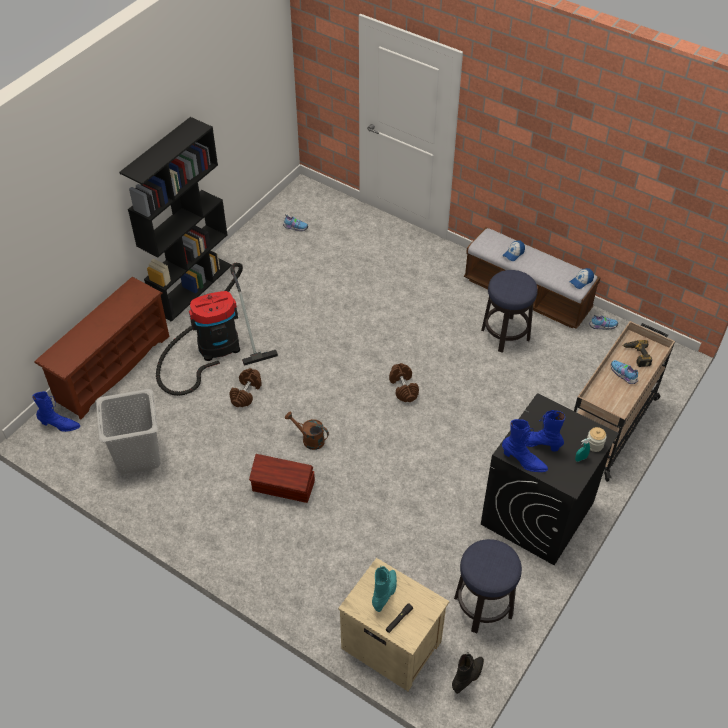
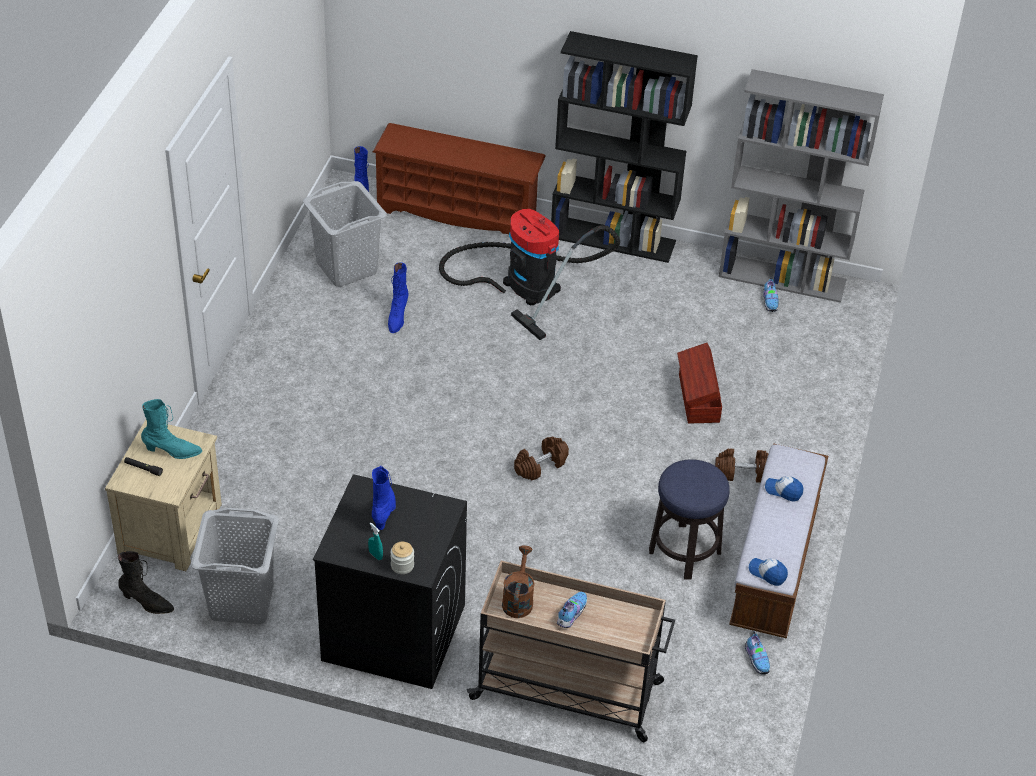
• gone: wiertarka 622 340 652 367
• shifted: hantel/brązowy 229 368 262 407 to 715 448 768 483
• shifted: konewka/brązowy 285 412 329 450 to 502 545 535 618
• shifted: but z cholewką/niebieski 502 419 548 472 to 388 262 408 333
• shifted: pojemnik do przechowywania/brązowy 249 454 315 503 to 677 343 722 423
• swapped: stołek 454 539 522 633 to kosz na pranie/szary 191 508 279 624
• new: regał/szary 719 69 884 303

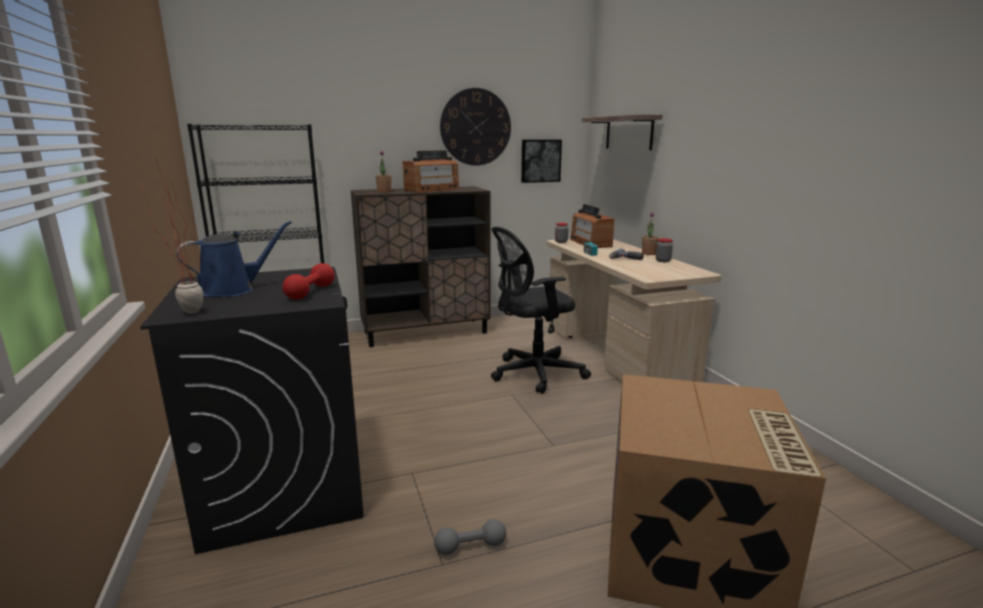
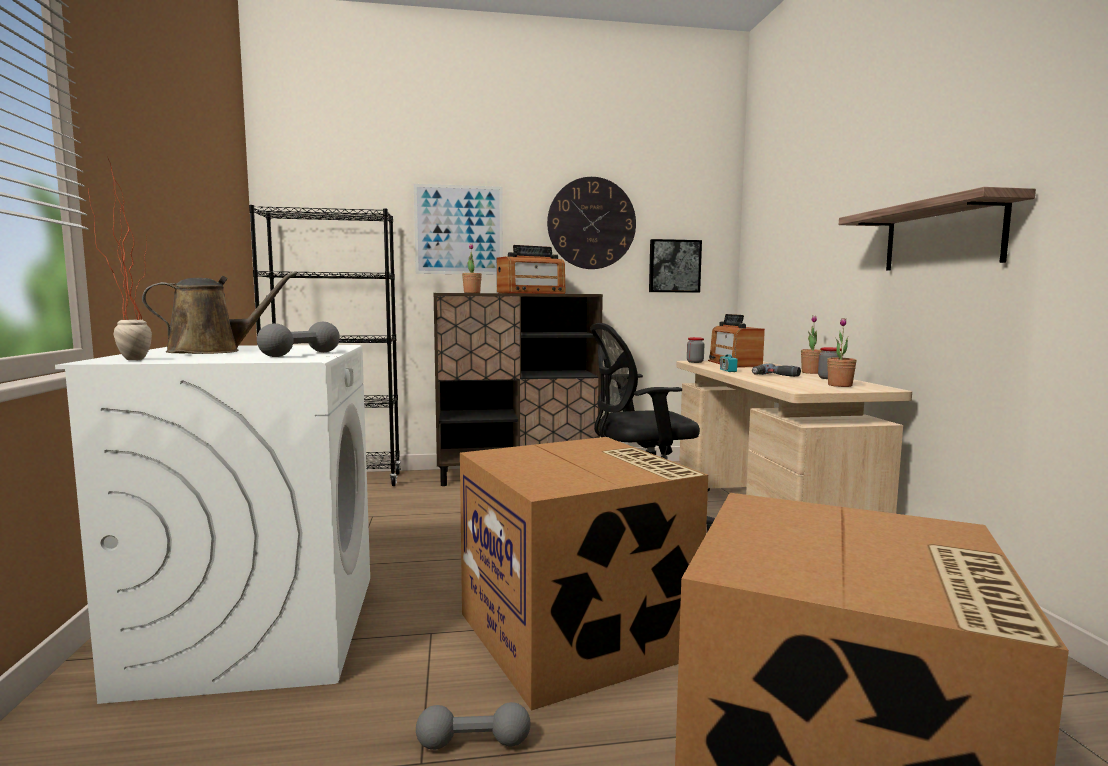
• shifted: półka 582 114 662 150 to 839 187 1036 271
• repainted: konewka/niebieski 176 221 292 297 to konewka/brązowy 142 271 298 354
• repainted: hantel/czerwony 282 263 335 300 to hantel/szary 257 322 340 357
• repainted: pralka/czarny 140 267 364 554 to pralka/biały 55 345 370 704
• new: obraz 414 184 503 275
• new: roślina doniczkowa 827 318 857 387
• new: karton 460 437 708 711

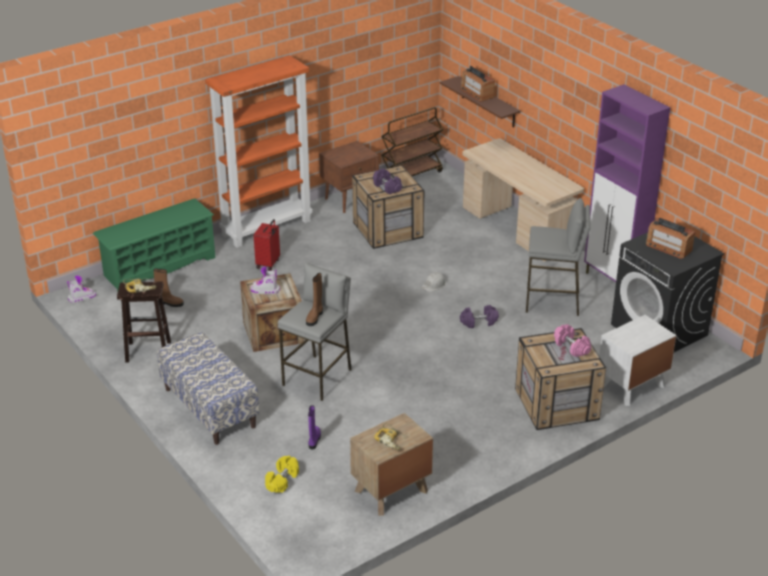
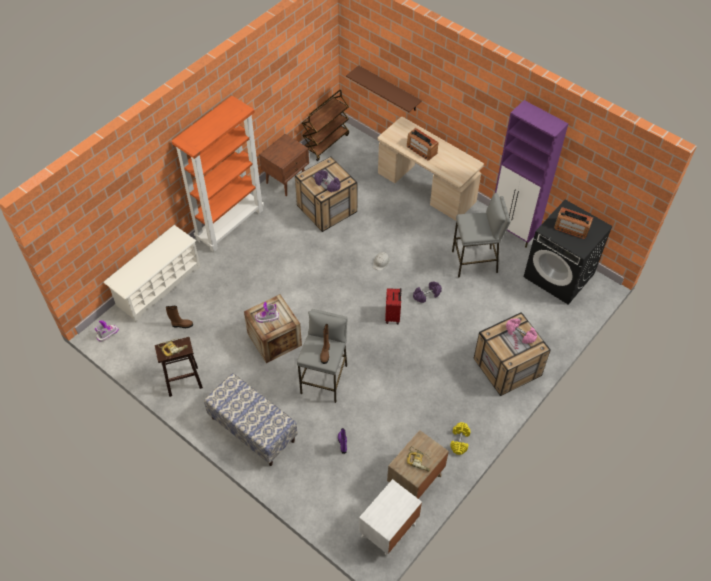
• shifted: radio 461 66 495 102 to 407 128 439 160
• repainted: regał na buty/zielony 93 198 215 292 to regał na buty/biały 104 225 200 322
• shifted: walizka/czerwony 254 219 280 271 to 385 288 401 324
• shifted: szafka nocna/biały 599 315 676 406 to 359 479 422 558
• shifted: hantel/żółty 265 456 299 493 to 450 422 471 455

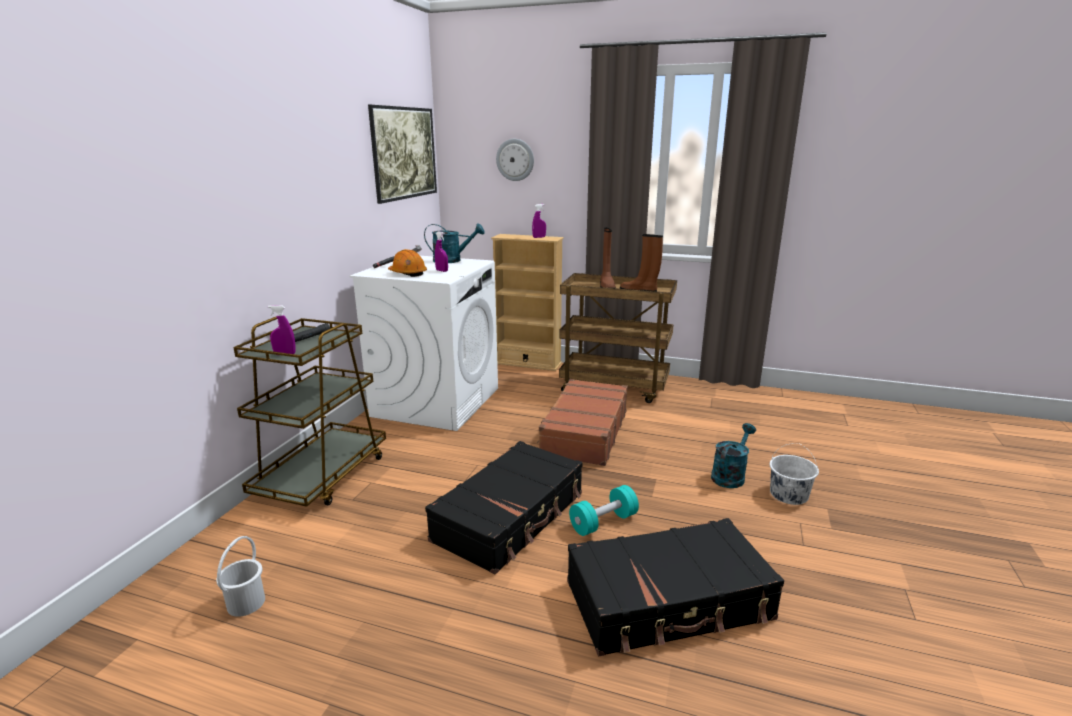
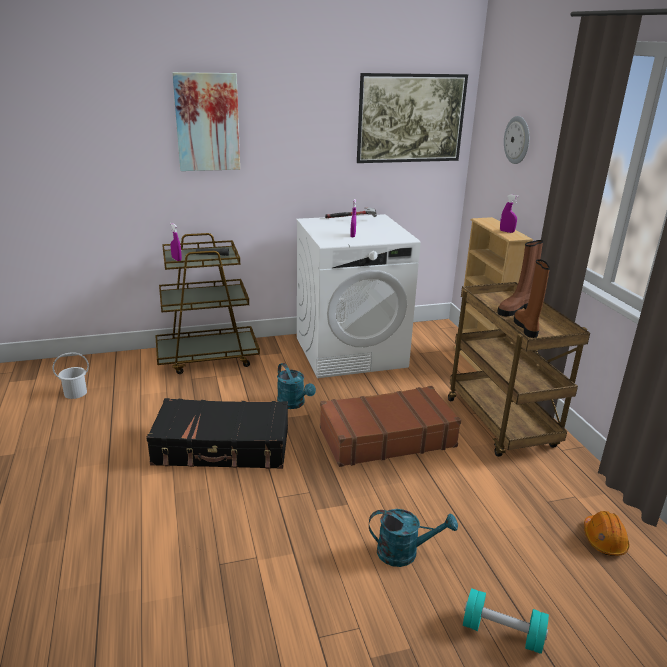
• shifted: konewka/turkusowy 424 224 485 263 to 277 363 316 409
• shifted: kask/pomarańczowy 388 249 427 277 to 584 511 629 556
• gone: wiadro/biały 769 443 819 505
• shifted: hantel/turkusowy 569 485 639 536 to 463 588 549 654
• gone: walizka/czarny 567 518 784 656
• new: obraz 172 72 240 171

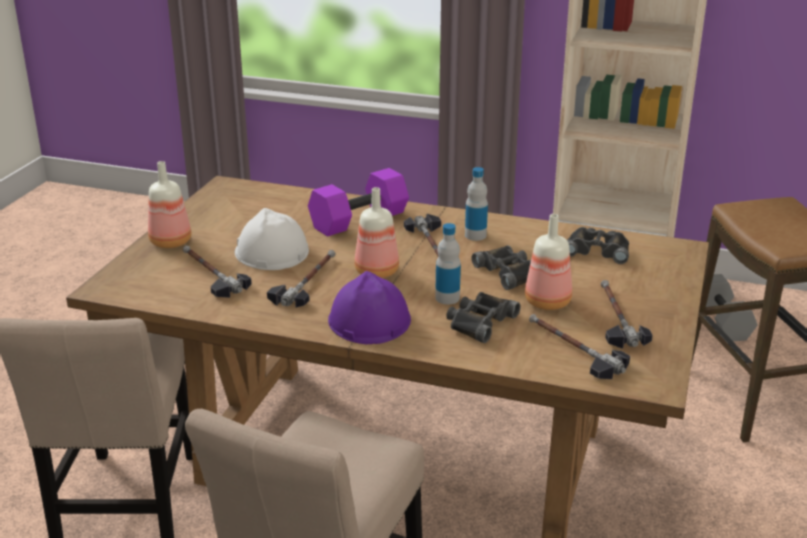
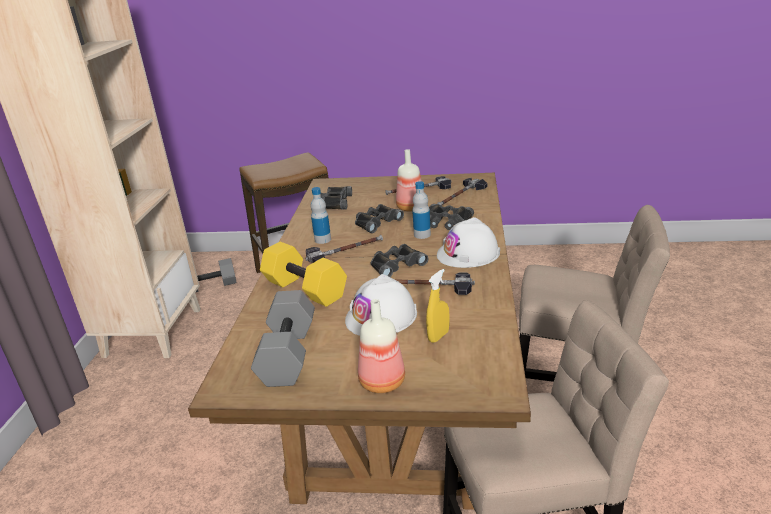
• repainted: hantel/fioletowy 308 168 409 237 to hantel/żółty 260 242 347 307
• swapped: butelka 354 187 399 278 to lornetka/czarny 370 244 429 277
• swapped: młotek 183 245 252 298 to spryskiwacz/żółty 426 269 450 343
• repainted: kask/fioletowy 328 271 411 344 to kask/biały 437 217 500 268
• new: hantel/szary 251 290 315 387

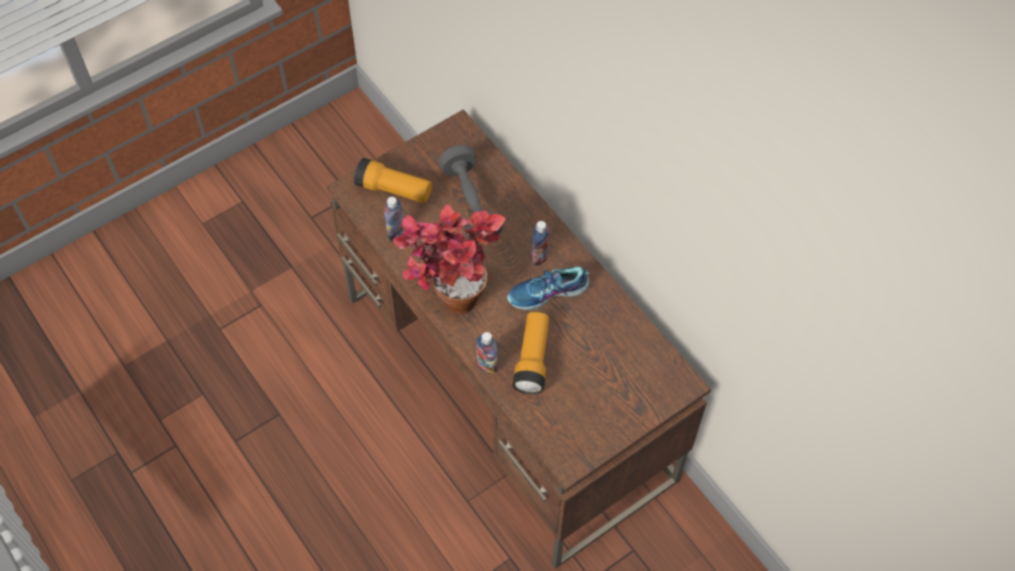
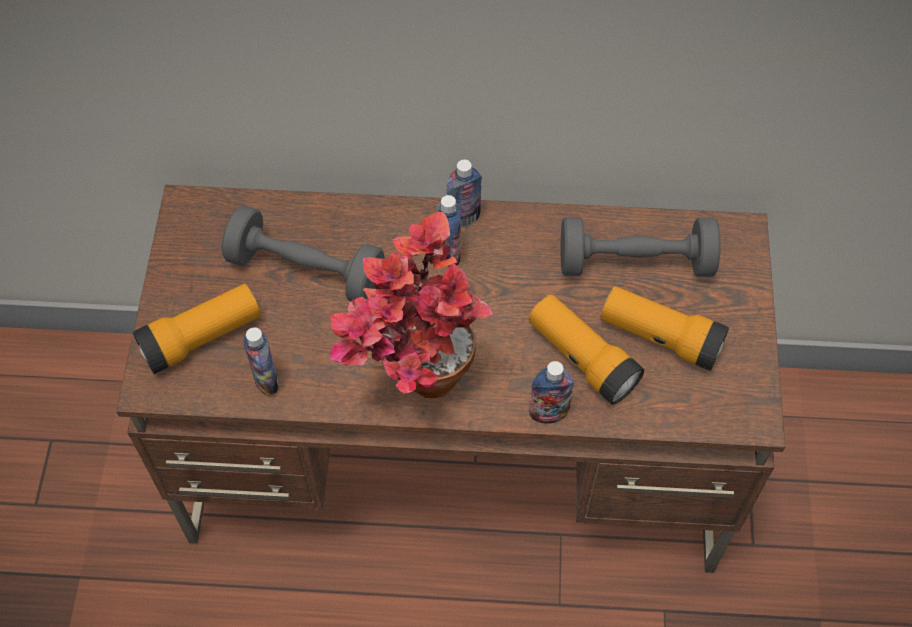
• gone: but 507 266 590 310
• new: butelka 446 160 482 228
• new: hantel/szary 561 217 721 277
• new: latarka 601 286 729 371

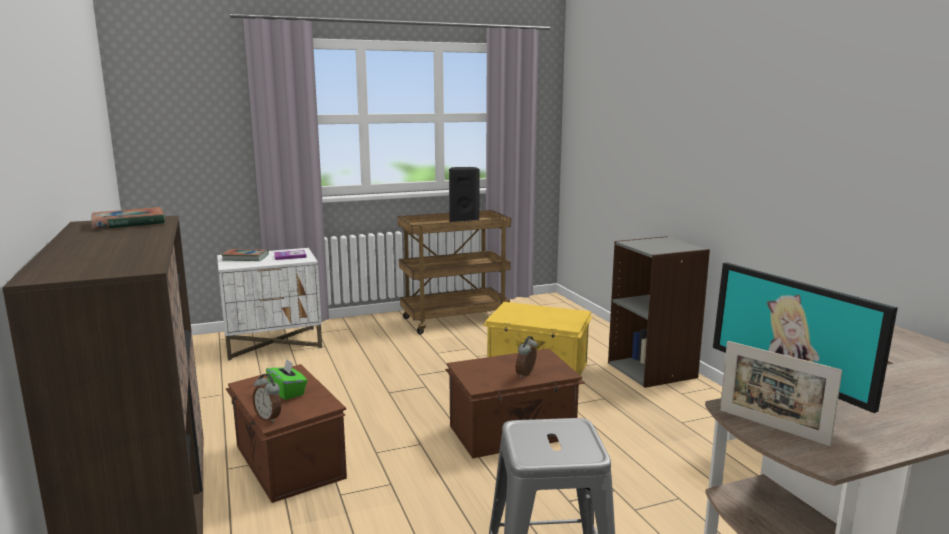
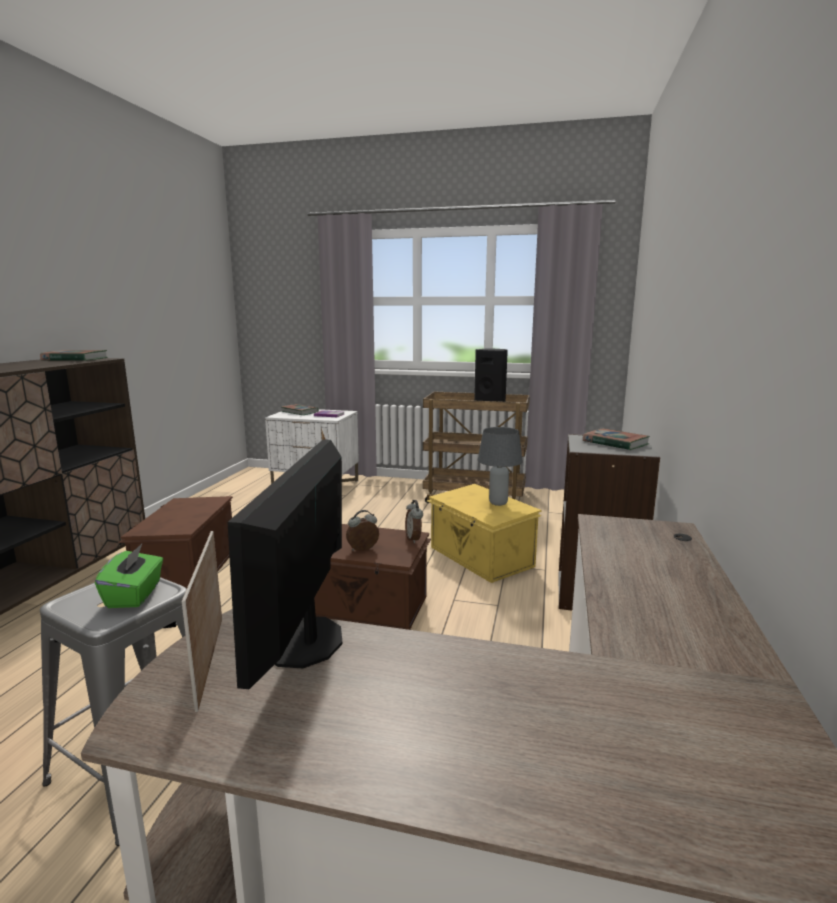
• shifted: pudełko chusteczek/zielony 266 359 307 400 to 95 544 163 608
• shifted: budzik 252 374 281 423 to 405 500 423 543
• new: lampa stołowa/szary 478 427 523 506
• new: książka 583 428 650 450

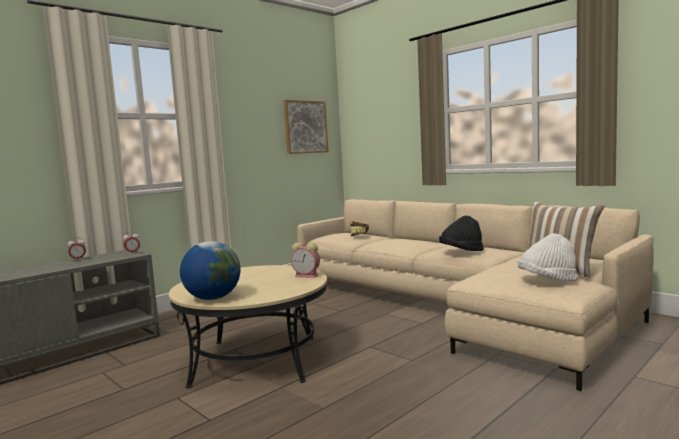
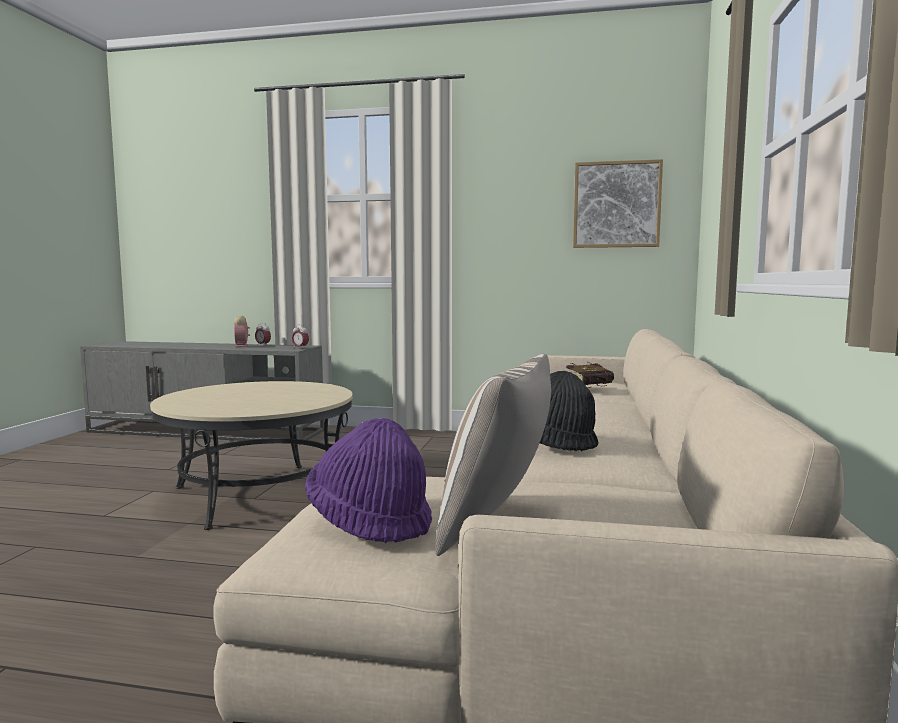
• repainted: kapelusz/biały 517 233 578 282 to kapelusz/fioletowy 305 418 432 543
• gone: globus 180 241 241 300
• shifted: budzik 291 243 320 278 to 234 315 250 347

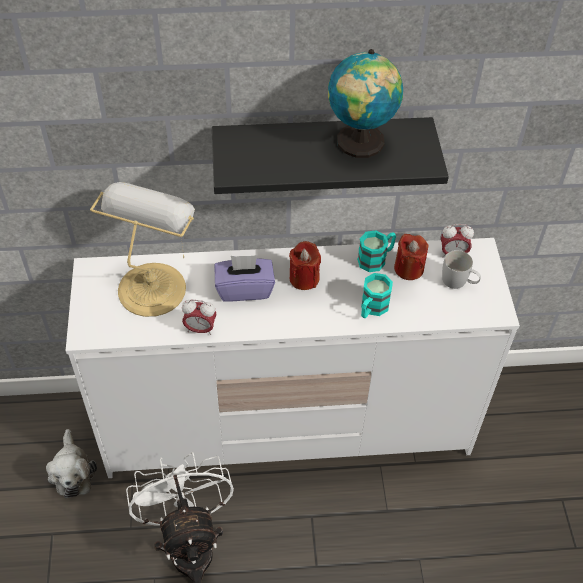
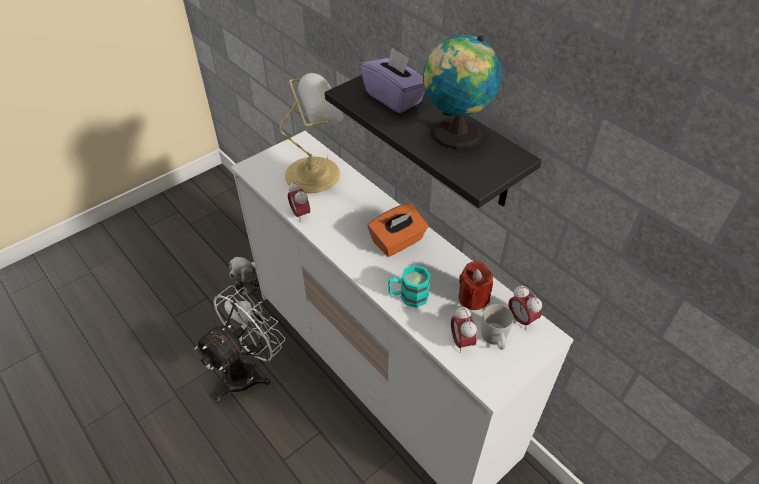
• gone: kubek/turkusowy 357 230 396 272
• swapped: świeca/czerwony 289 241 321 290 to pudełko chusteczek/pomarańczowy 367 203 428 257
• shifted: pudełko chusteczek/fioletowy 214 255 275 302 to 360 47 425 113
• new: budzik 451 306 477 353

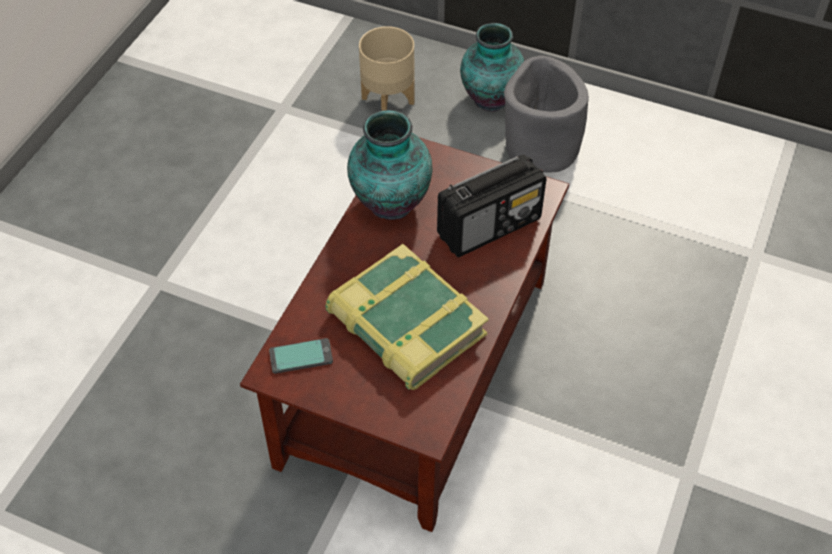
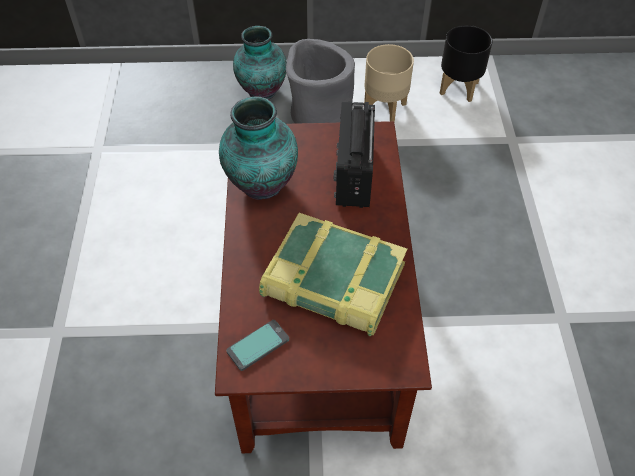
• shifted: donica/beżowy 359 26 415 111 to 364 44 414 123
• rotated: radio 437 154 547 257 = 333 101 375 208 150 degrees clockwise
• new: donica/czarny 440 25 492 102

